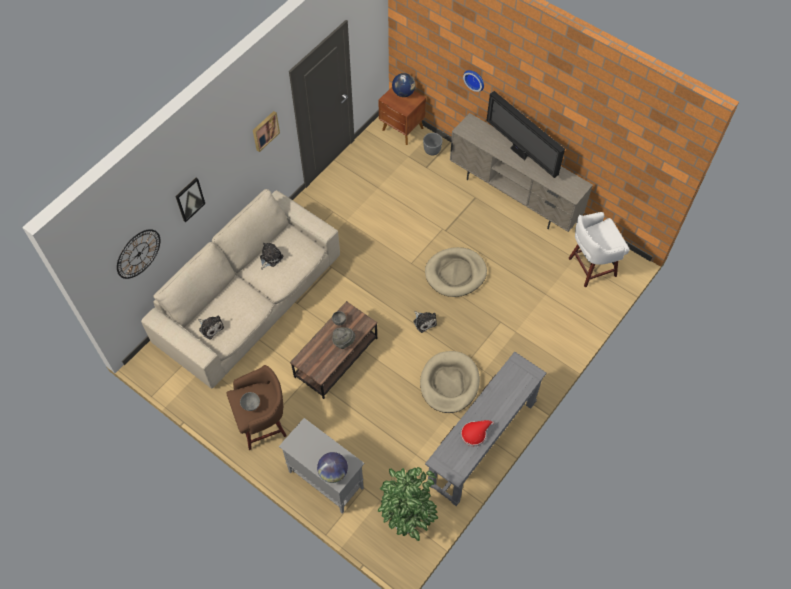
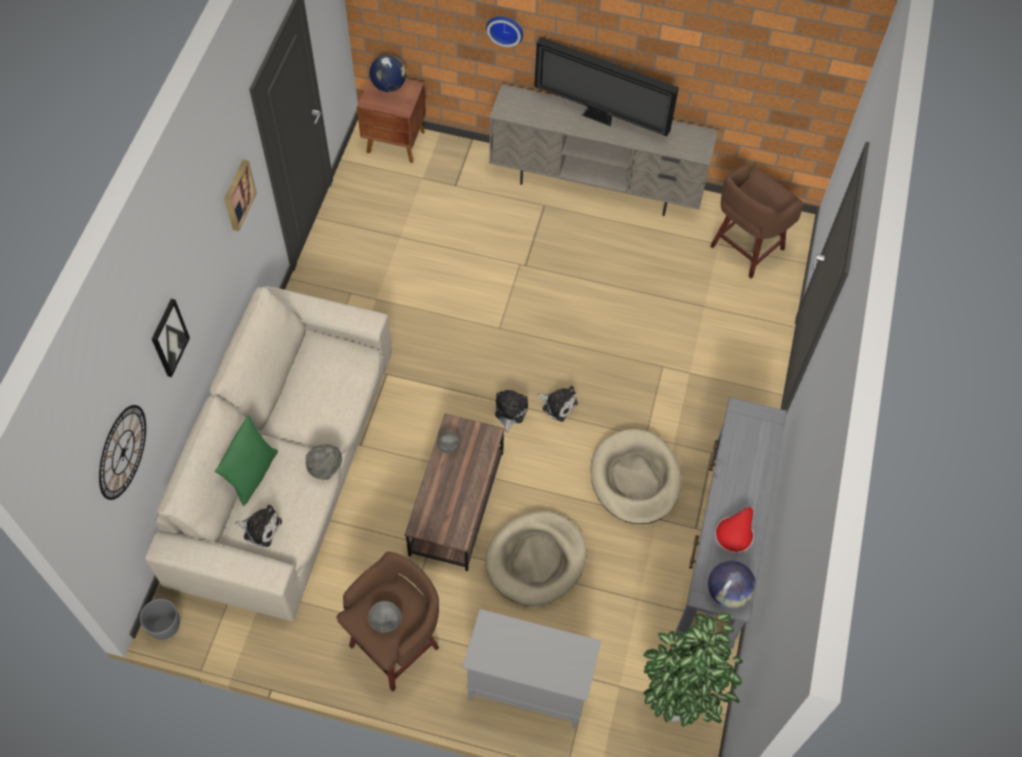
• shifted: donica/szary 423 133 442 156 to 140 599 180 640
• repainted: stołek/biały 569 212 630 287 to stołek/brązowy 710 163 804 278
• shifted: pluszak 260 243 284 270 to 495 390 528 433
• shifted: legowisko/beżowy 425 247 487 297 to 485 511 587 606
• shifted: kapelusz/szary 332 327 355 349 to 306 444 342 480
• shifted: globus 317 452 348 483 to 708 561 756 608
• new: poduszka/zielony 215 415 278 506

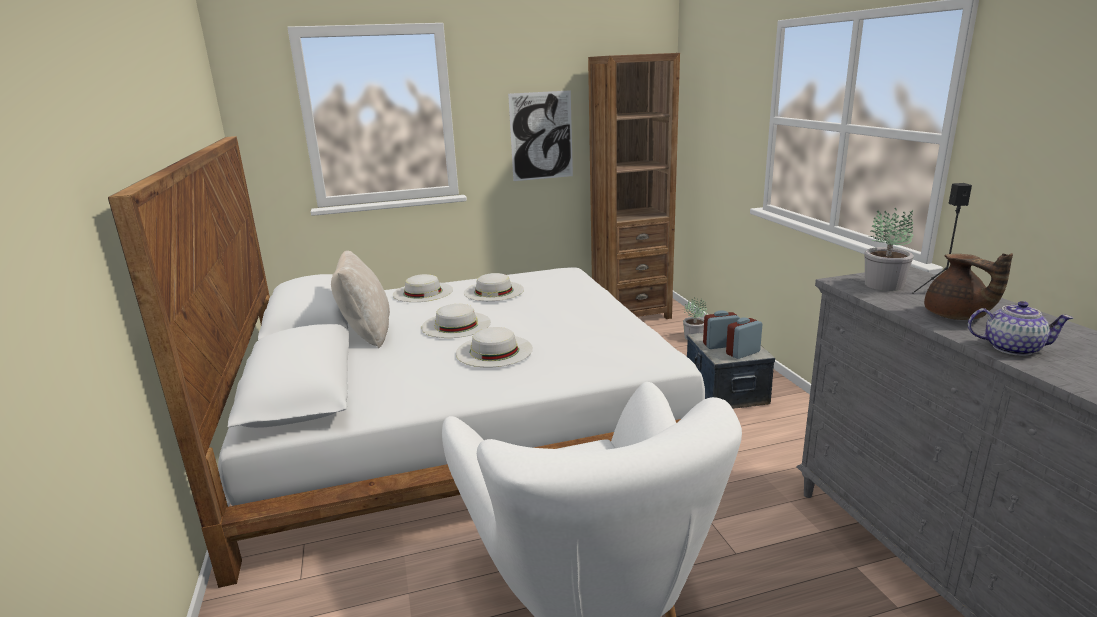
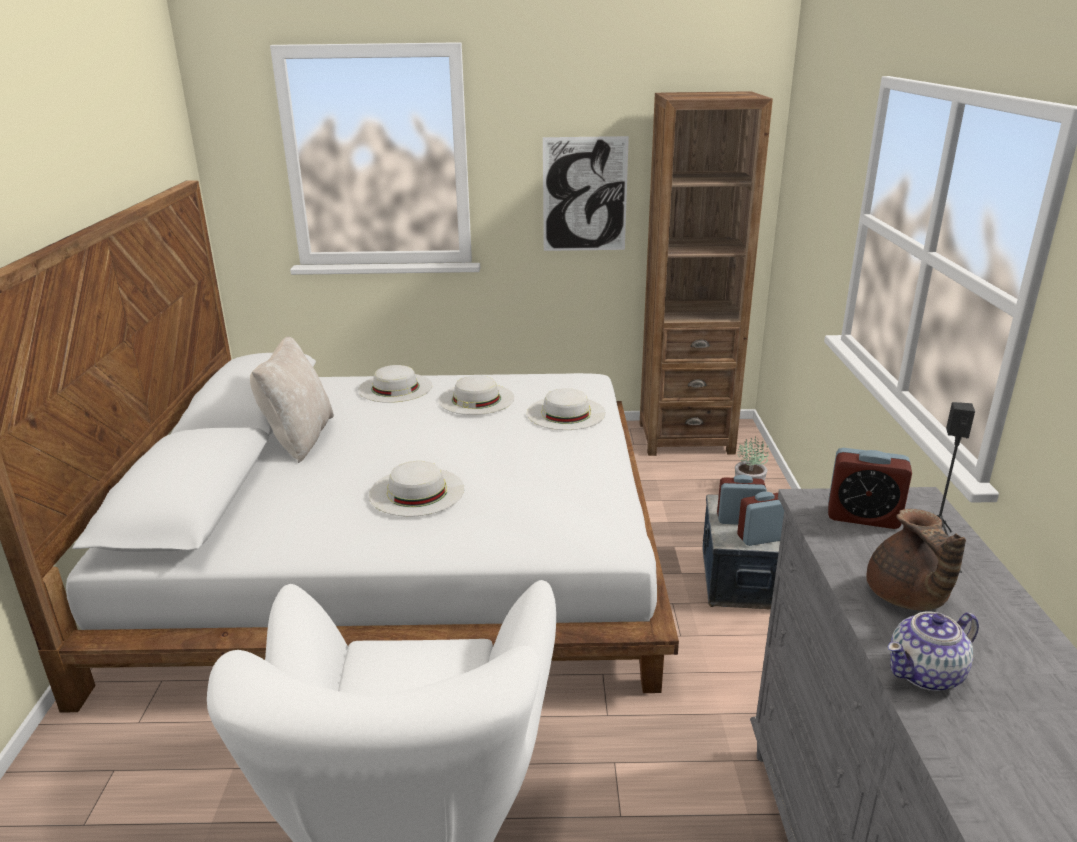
• swapped: roślina doniczkowa 865 207 914 291 to budzik 828 448 912 529
• rotated: imbryk 968 301 1073 356 = 888 611 979 691 120 degrees clockwise
• shifted: kapelusz/biały 421 304 491 338 to 527 388 606 430

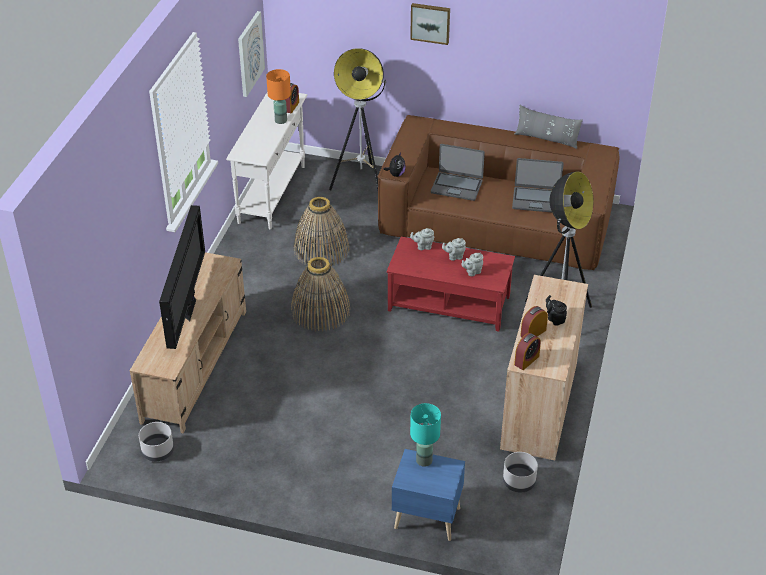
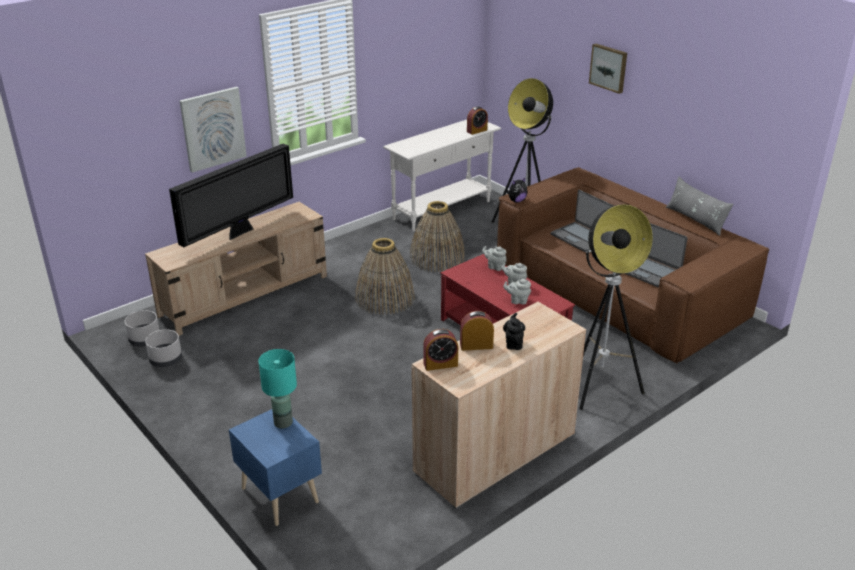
• shifted: obraz 238 11 265 97 to 180 87 247 173
• gone: lampa stołowa/pomarańczowy 266 69 291 124
• shifted: donica/szary 503 452 538 492 to 145 330 182 367

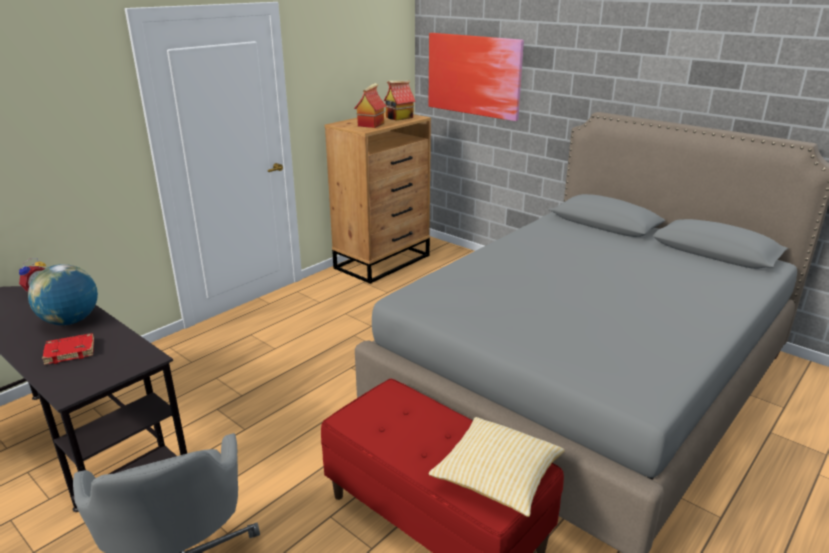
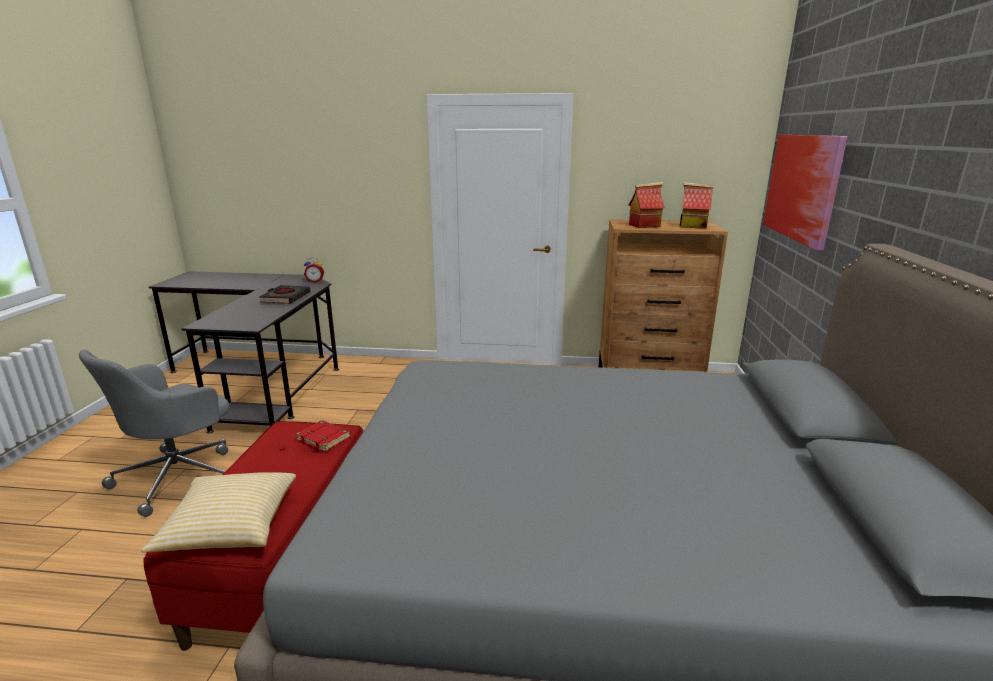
• swapped: globus 28 264 98 325 to książka/czarny 259 285 311 304
• shifted: książka/czerwony 42 333 94 365 to 296 420 351 452

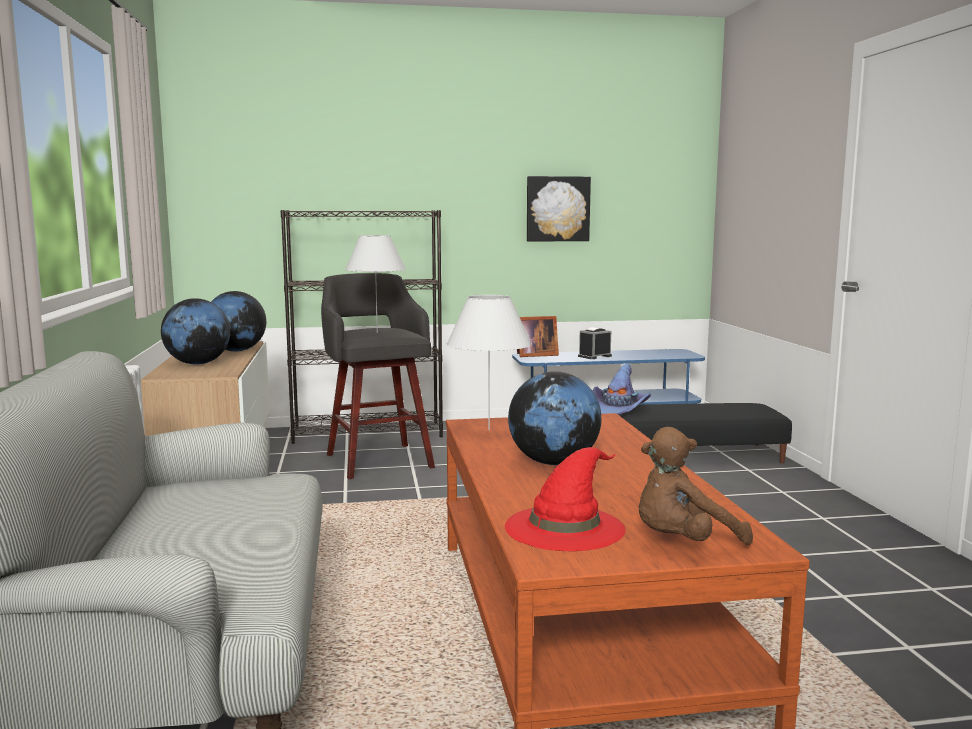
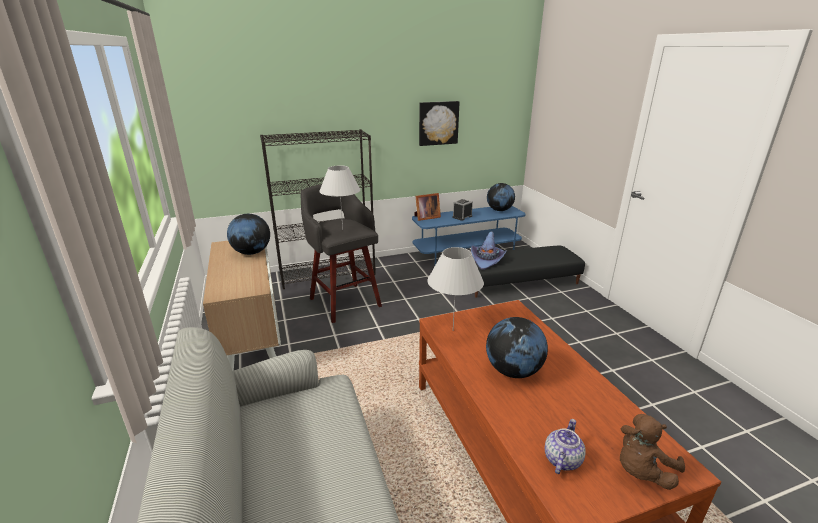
• shifted: globus 161 298 230 365 to 487 183 515 211
• swapped: kapelusz/czerwony 505 447 625 551 to imbryk 545 419 586 474

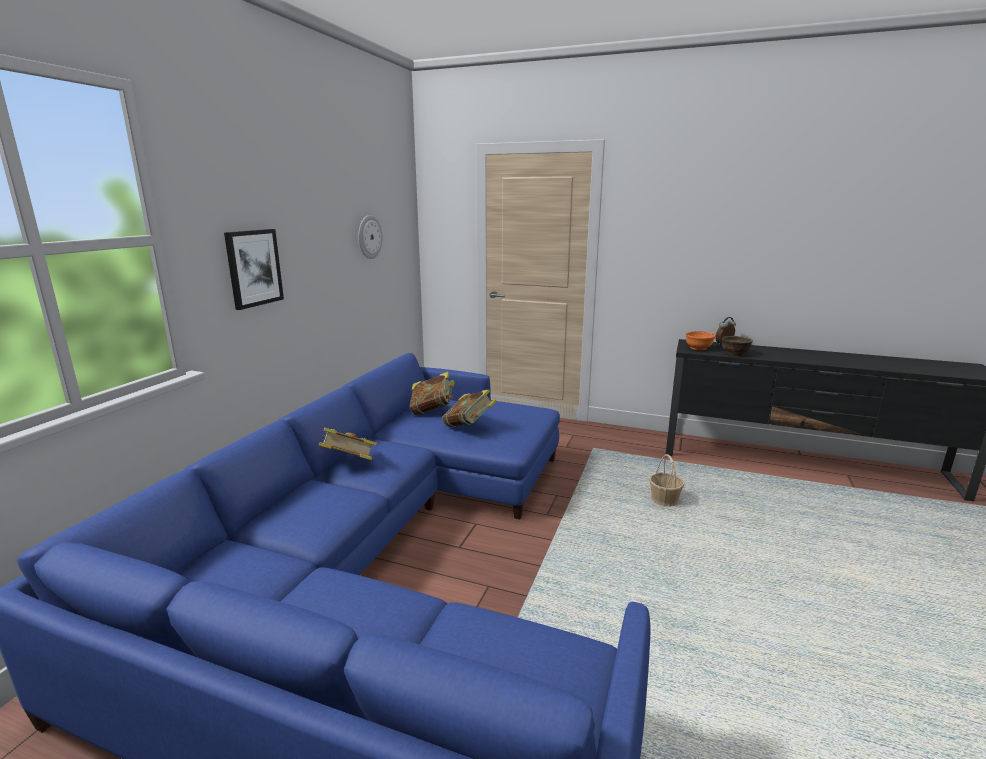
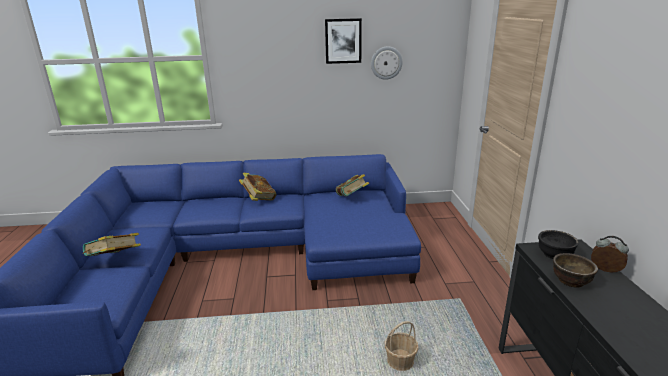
• shifted: obraz 224 229 284 310 to 325 18 362 64
• repainted: miska/pomarańczowy 686 331 715 350 to miska/czarny 538 230 578 259
• shifted: książka 442 389 497 427 to 83 233 141 256

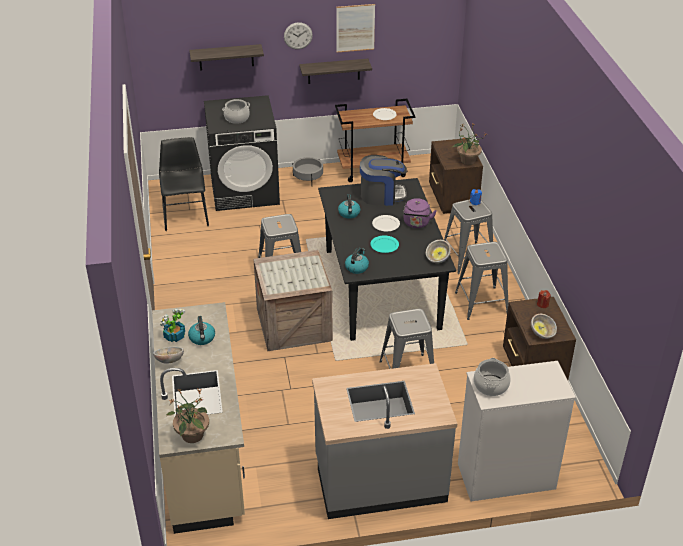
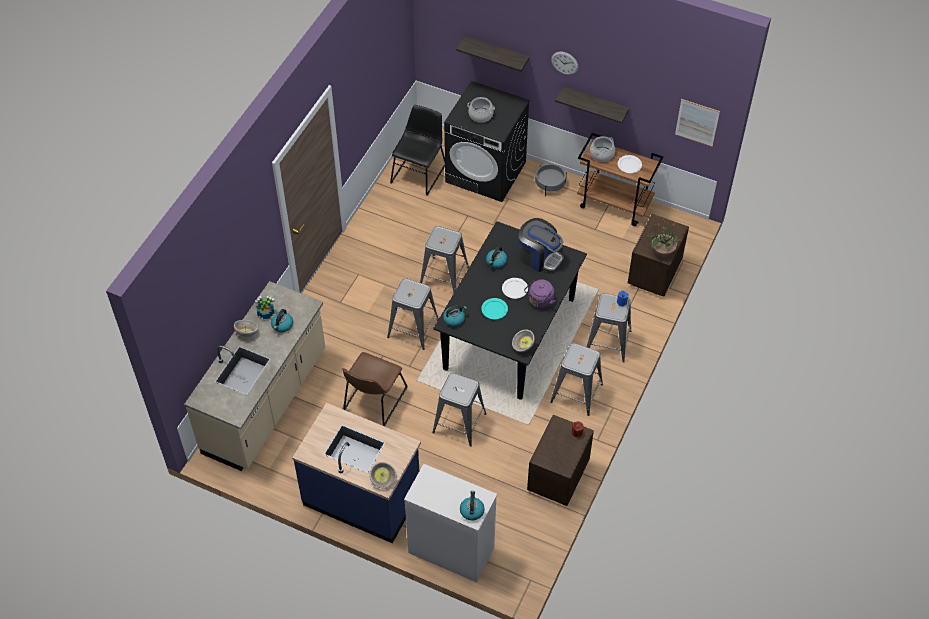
• shifted: obraz 336 4 375 52 to 675 99 720 147
• swapped: skrzynka 253 250 333 351 to stołek/szary 387 278 439 350
• shifted: miska 531 314 557 339 to 370 462 397 488
• shifted: garnek 474 358 511 396 to 590 136 615 162
• repainted: zabudowa kuchenna/szary 312 363 457 519 to zabudowa kuchenna/niebieski 292 403 421 543
• gone: roślina doniczkowa 166 388 209 443
• new: krzesło/brązowy 342 352 407 426
• new: czajnik 460 491 484 521

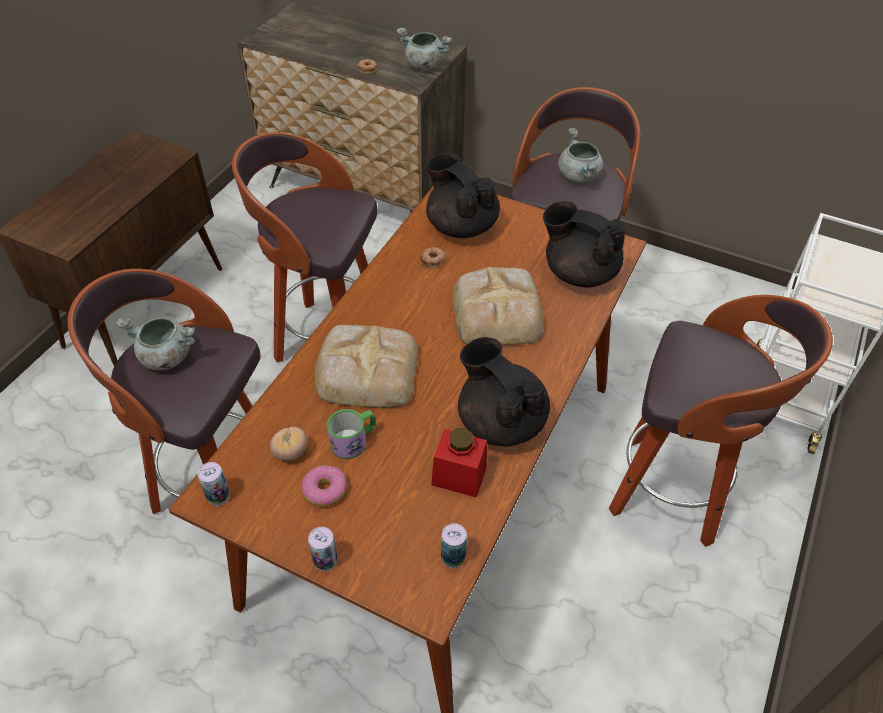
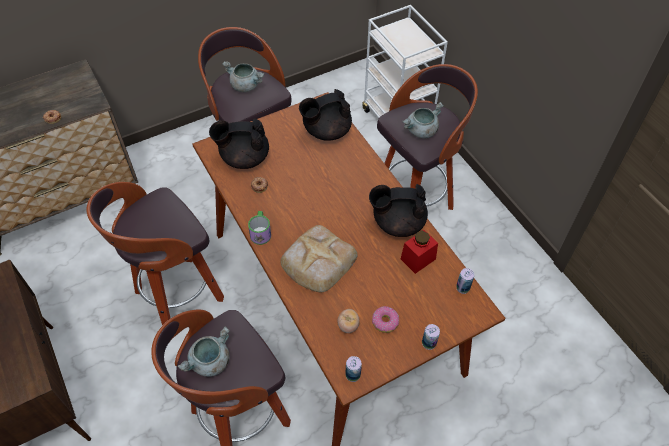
• shifted: garnek/szary 396 27 452 70 to 402 102 444 138
• gone: chleb 453 267 544 345
• shifted: kubek 327 409 376 459 to 248 211 271 245

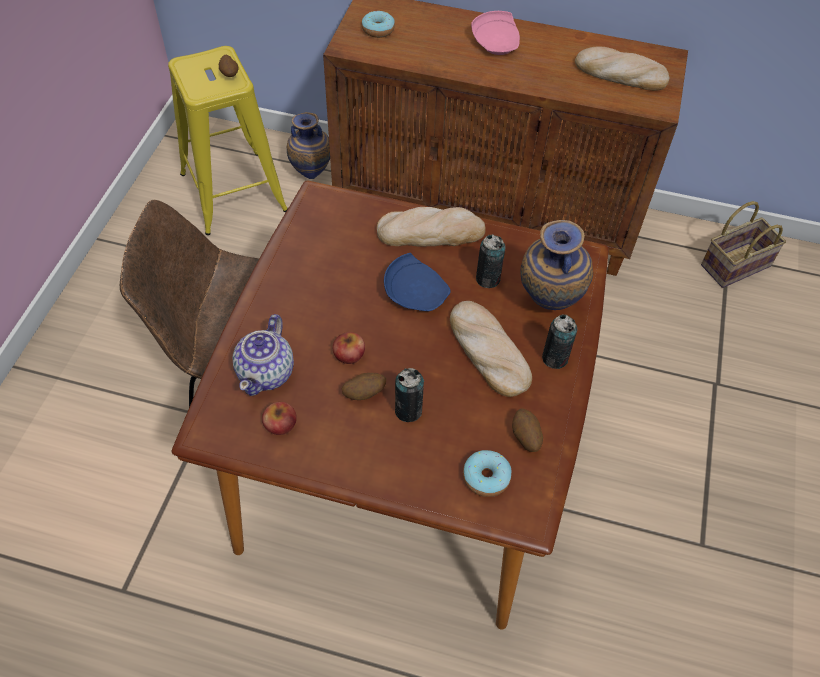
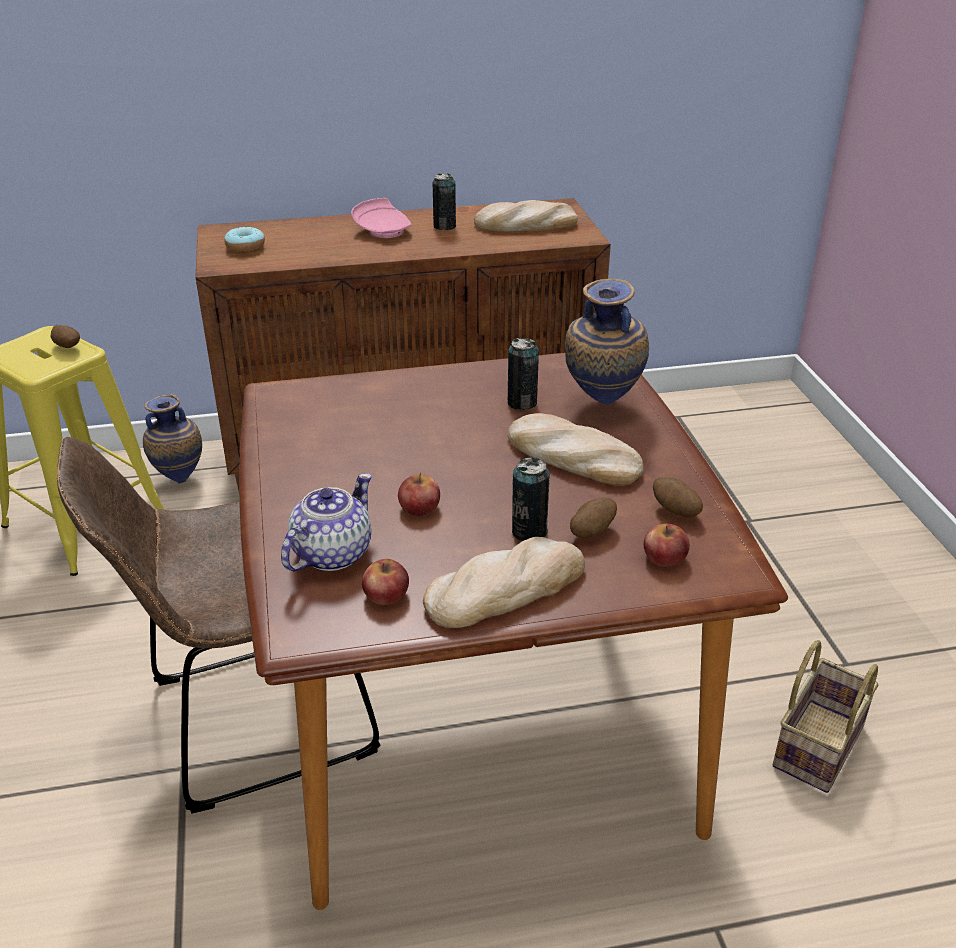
• shifted: koszyk 701 201 786 288 to 773 640 878 793
• shifted: chleb 377 207 486 247 to 423 537 585 628
• gone: talerz/niebieski 384 253 451 311
• rotated: imbryk 233 314 294 396 = 281 473 372 572 135 degrees counterclockwise
• shifted: puszka 542 314 577 369 to 433 173 456 230
• shifted: ziemniak 342 373 386 400 to 570 497 617 538
• swapped: donut 463 450 511 497 to jabłko 644 524 690 567

